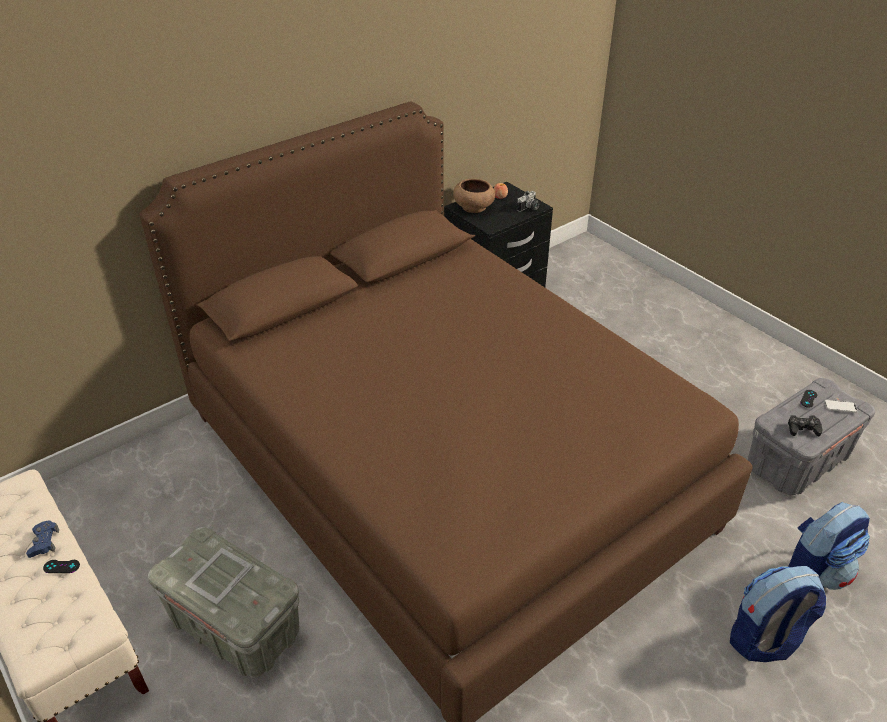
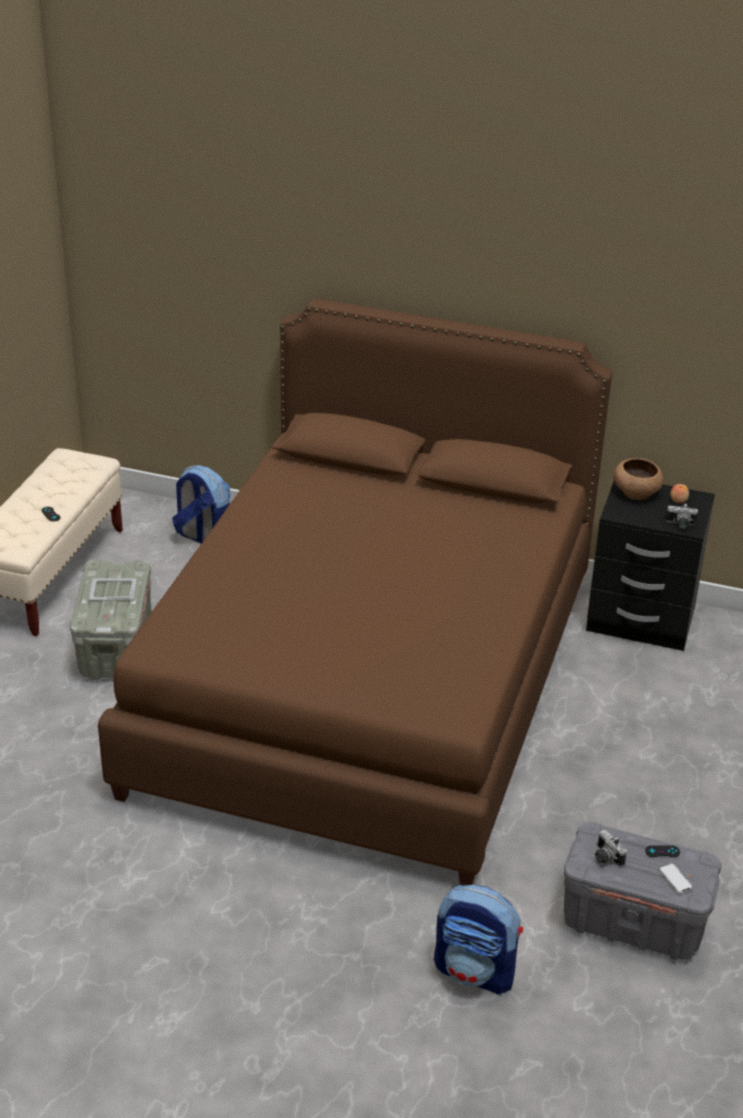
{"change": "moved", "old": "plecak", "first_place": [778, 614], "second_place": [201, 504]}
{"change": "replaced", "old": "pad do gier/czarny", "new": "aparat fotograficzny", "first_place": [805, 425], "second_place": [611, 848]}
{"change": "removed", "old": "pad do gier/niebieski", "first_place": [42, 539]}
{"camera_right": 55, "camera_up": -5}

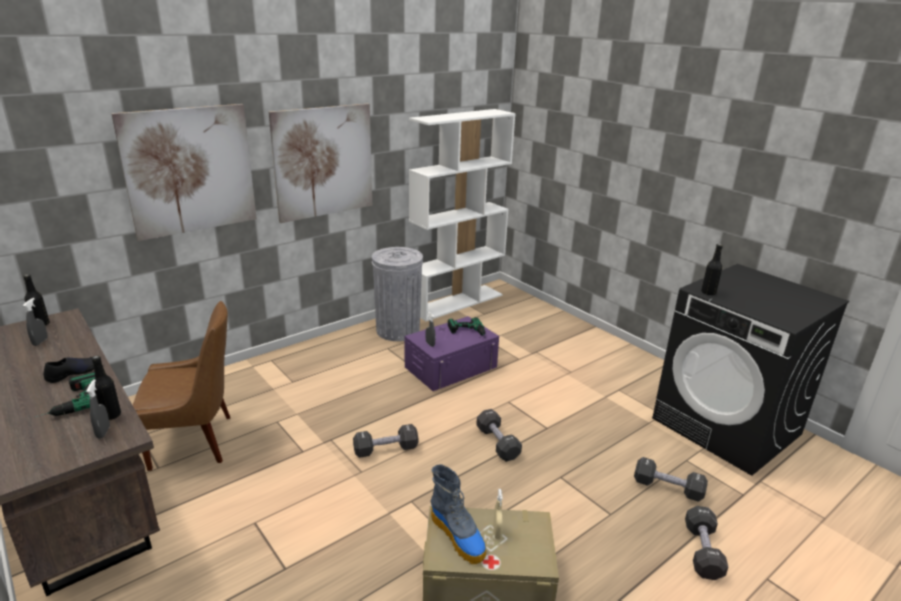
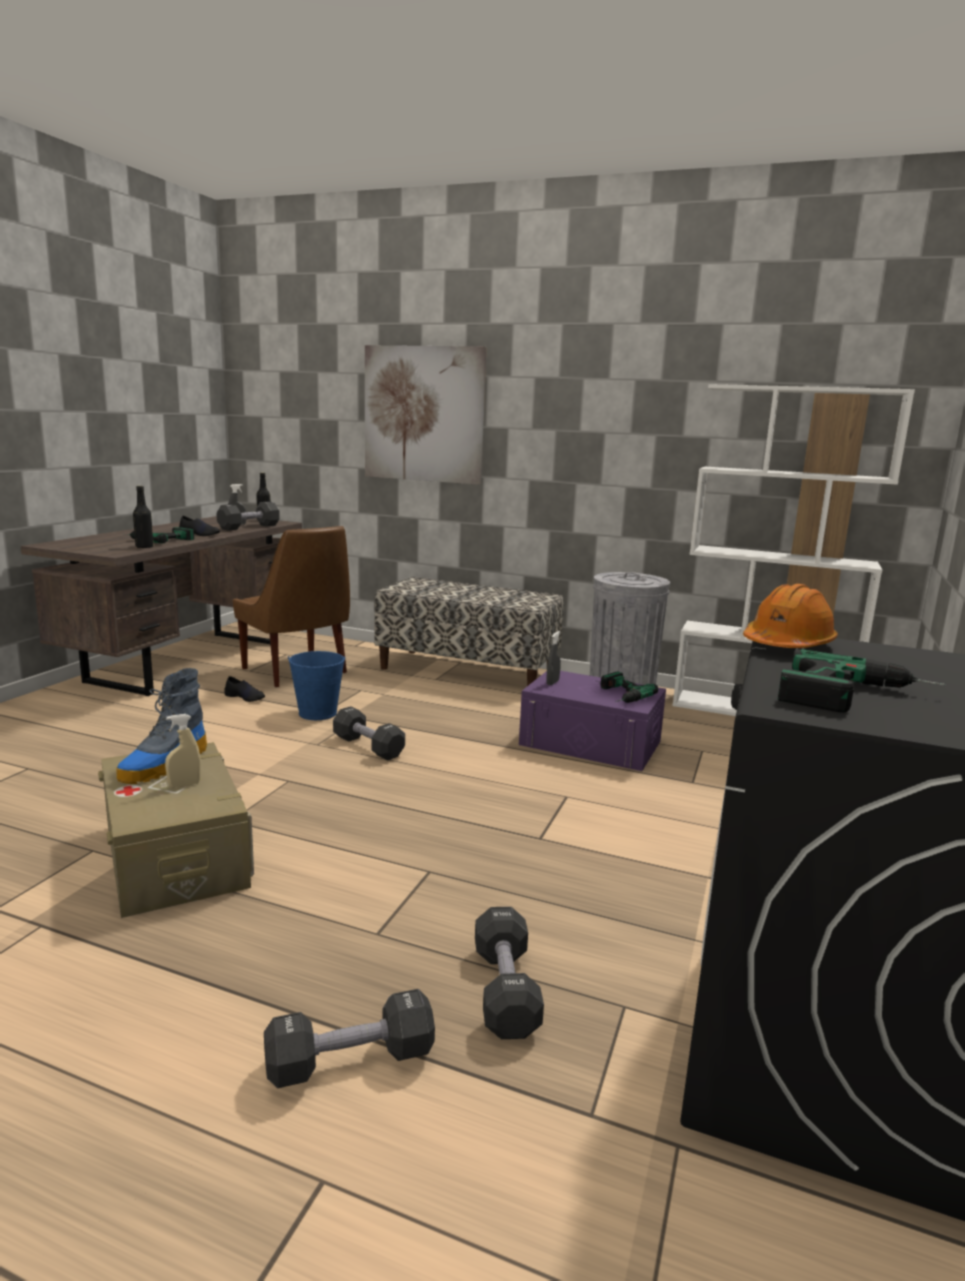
{"change": "moved", "old": "hantel/czarny", "first_place": [499, 435], "second_place": [248, 516]}
{"change": "added", "new": "but/czarny", "second_place": [244, 689]}
{"change": "added", "new": "wiadro/niebieski", "second_place": [317, 685]}
{"change": "added", "new": "ławka", "second_place": [469, 631]}
{"change": "replaced", "old": "butelka/czarny", "new": "kask/pomarańczowy", "first_place": [712, 269], "second_place": [790, 616]}
{"change": "added", "new": "wiertarka", "second_place": [862, 681]}
{"change": "removed", "old": "spryskiwacz/szary", "first_place": [98, 409]}
{"change": "removed", "old": "obraz", "first_place": [320, 163]}
{"camera_right": 60, "camera_up": -10}

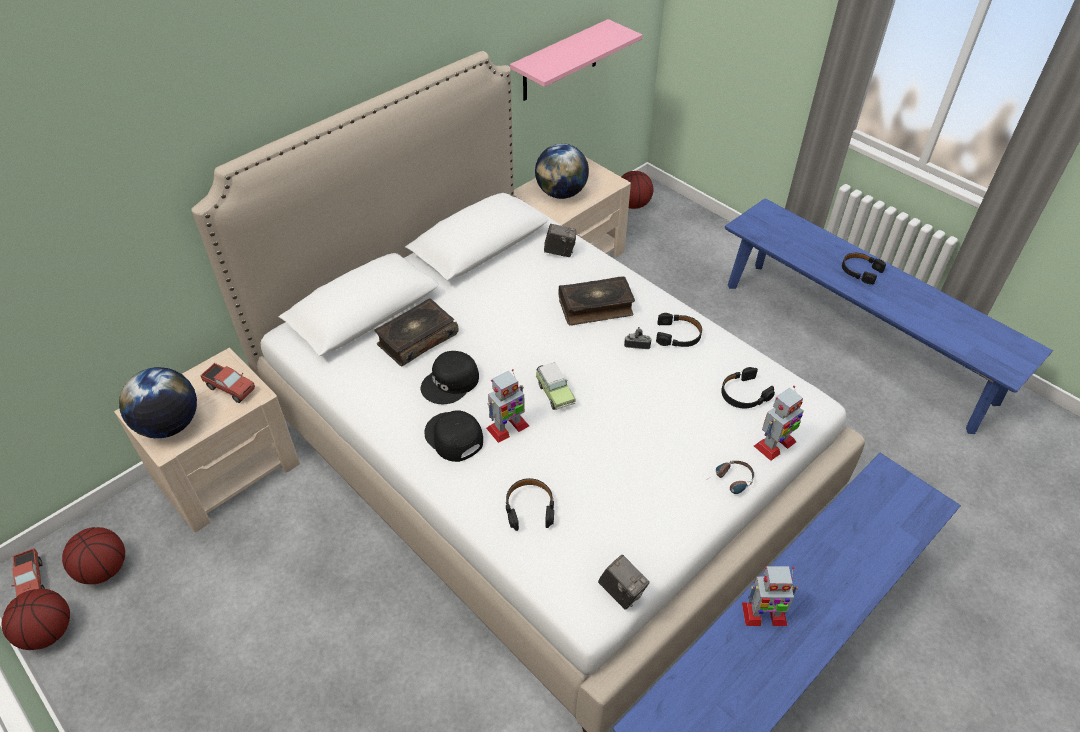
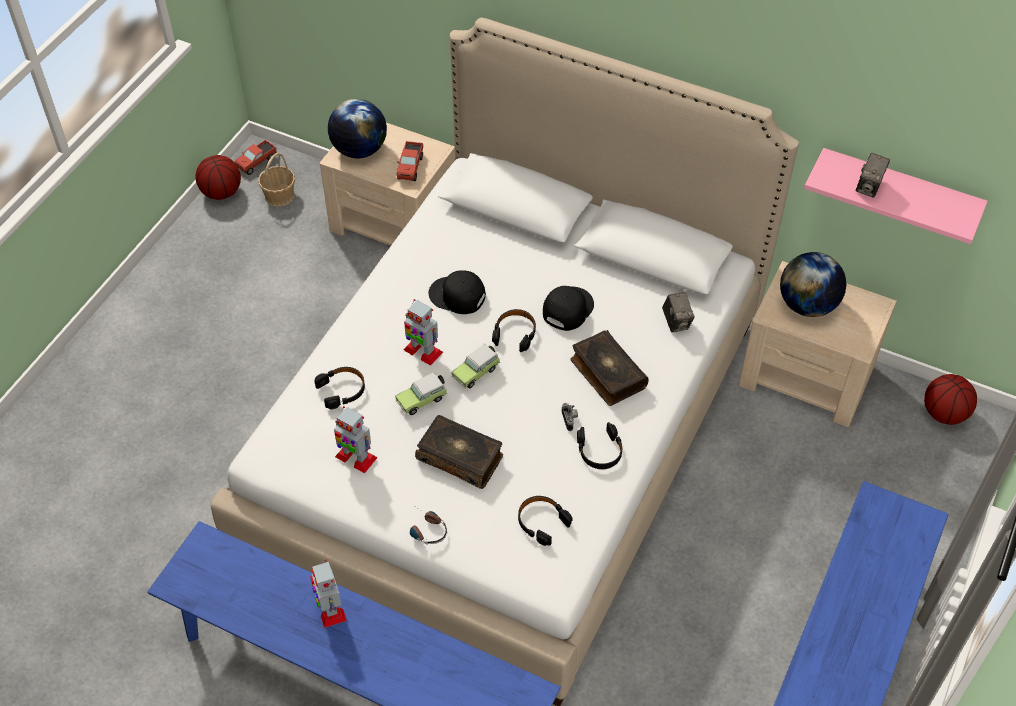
{"change": "replaced", "old": "piłka do koszykówki", "new": "koszyk", "first_place": [93, 555], "second_place": [276, 180]}
{"change": "moved", "old": "robot zabawkowy", "first_place": [779, 423], "second_place": [356, 439]}
{"change": "added", "new": "samochodzik", "second_place": [421, 393]}
{"change": "moved", "old": "książka", "first_place": [416, 332], "second_place": [459, 452]}
{"change": "moved", "old": "słuchawki/czarny", "first_place": [864, 268], "second_place": [514, 330]}
{"change": "moved", "old": "czapka z daszkiem/czarny", "first_place": [453, 436], "second_place": [568, 308]}
{"change": "moved", "old": "aparat fotograficzny", "first_place": [624, 582], "second_place": [873, 175]}
{"camera_right": 70, "camera_up": 5}

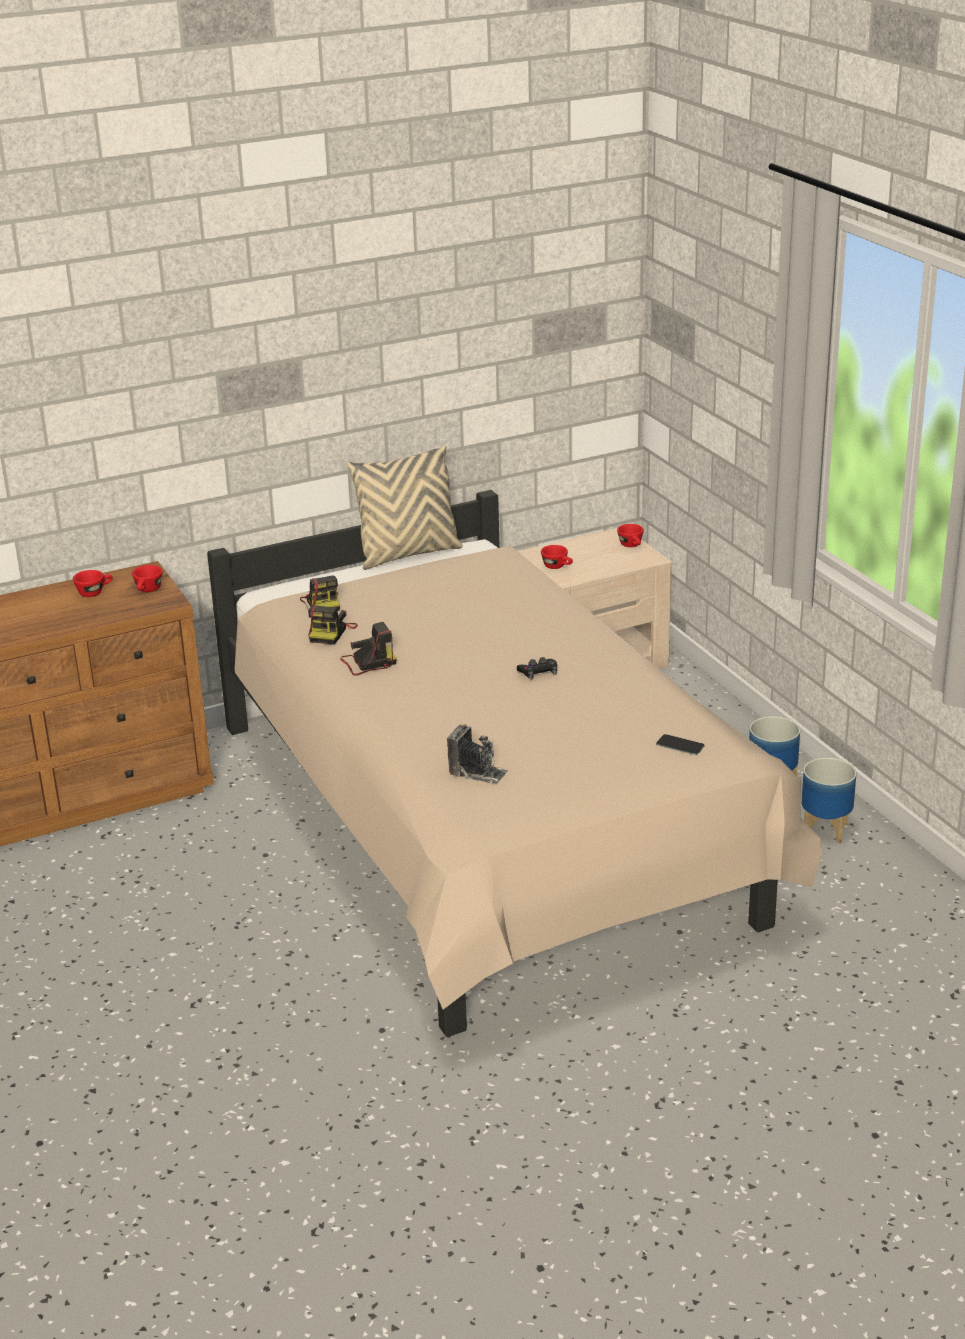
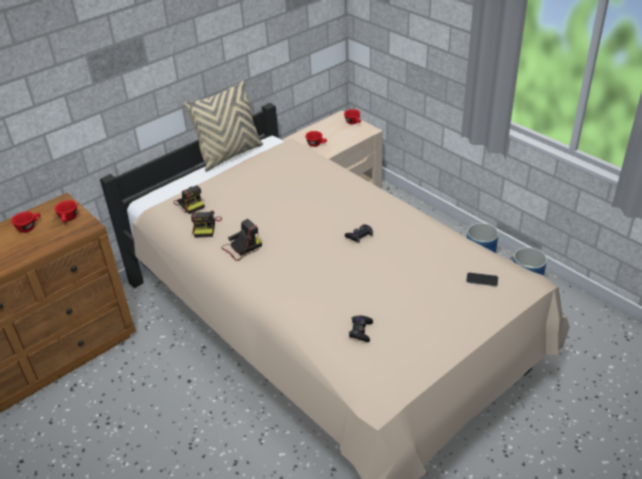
{"change": "replaced", "old": "aparat fotograficzny", "new": "pad do gier/czarny", "first_place": [477, 754], "second_place": [361, 328]}
{"camera_right": -15, "camera_up": 10}

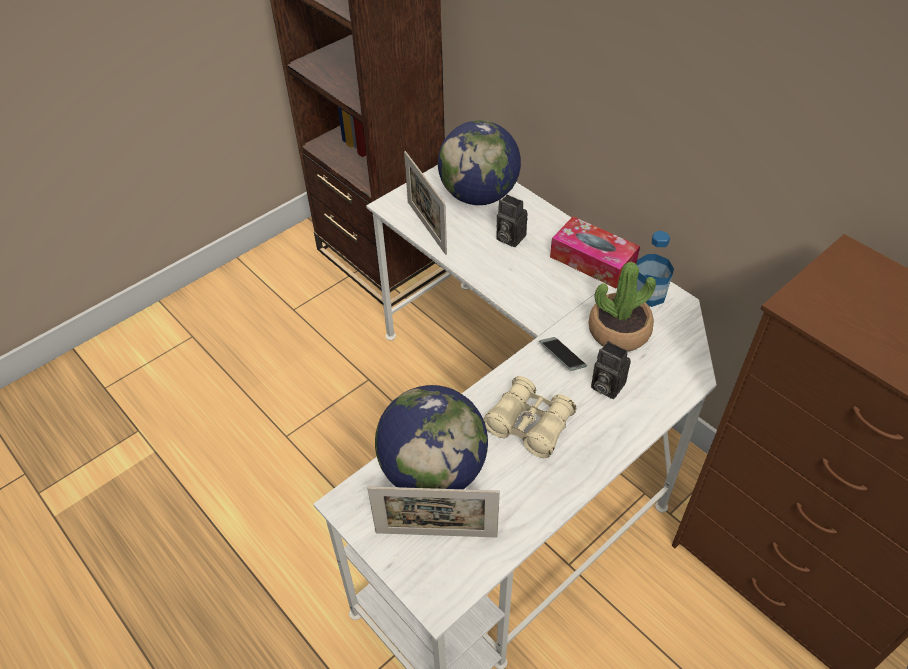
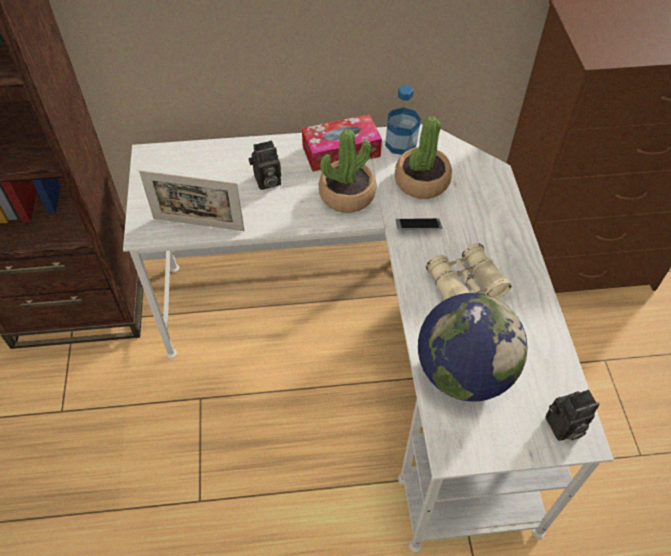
{"change": "added", "new": "roślina doniczkowa", "second_place": [347, 171]}
{"change": "moved", "old": "aparat fotograficzny", "first_place": [611, 370], "second_place": [572, 415]}
{"change": "removed", "old": "ramka na zdjęcie", "first_place": [434, 512]}
{"change": "removed", "old": "globus", "first_place": [479, 162]}
{"camera_right": -55, "camera_up": 5}

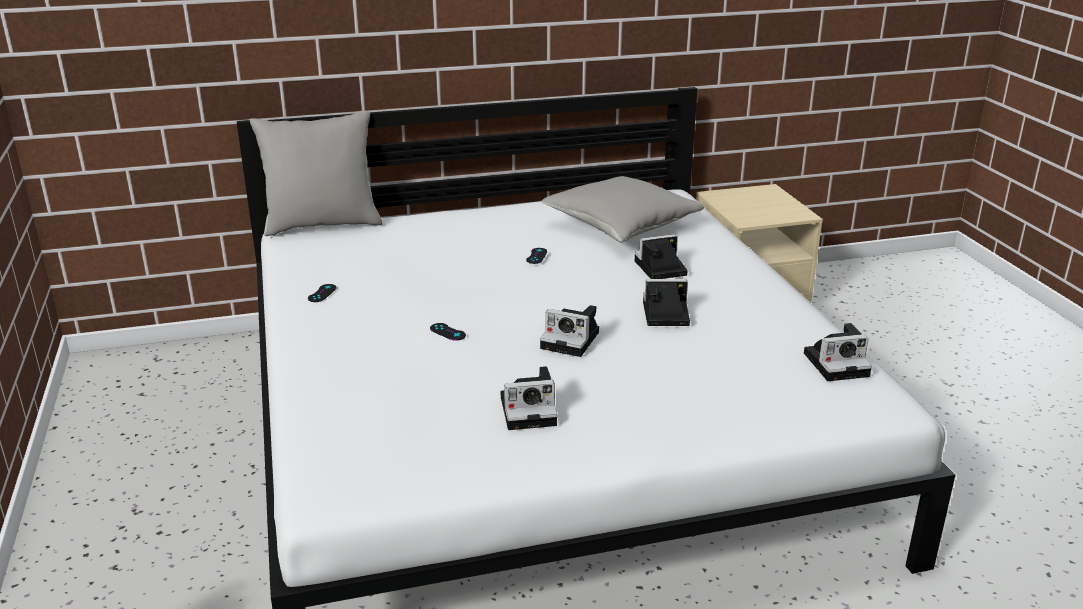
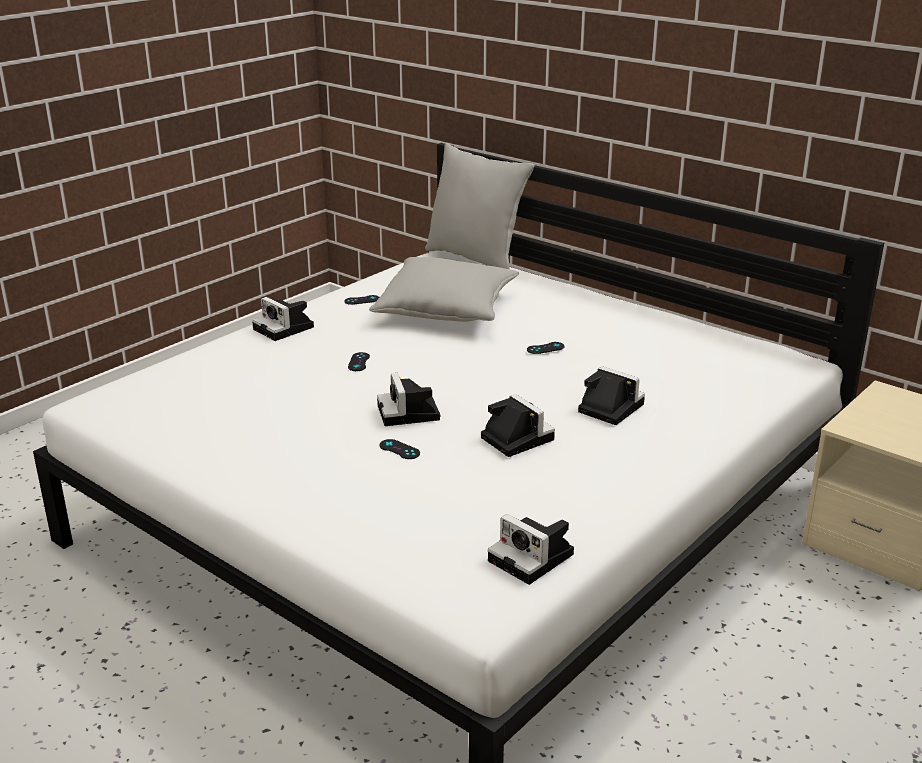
{"change": "moved", "old": "aparat fotograficzny", "first_place": [529, 398], "second_place": [283, 319]}
{"change": "moved", "old": "poduszka/szary", "first_place": [623, 209], "second_place": [444, 289]}
{"change": "added", "new": "pad do gier/czarny", "second_place": [399, 449]}
{"camera_right": 55, "camera_up": 0}

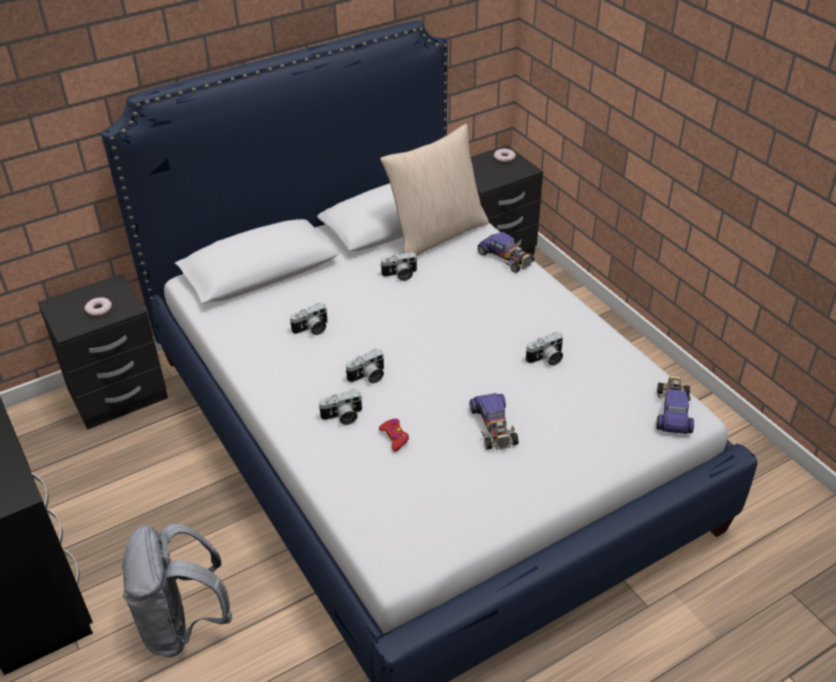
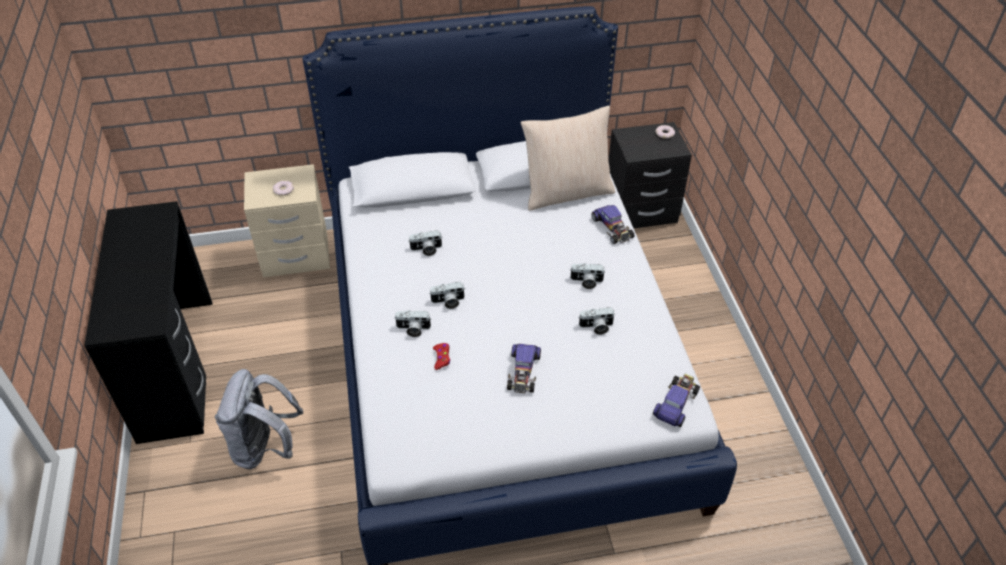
{"change": "recoloured", "old": "szafka nocna/czarny", "new": "szafka nocna/beżowy", "first_place": [103, 351], "second_place": [287, 221]}
{"change": "moved", "old": "aparat fotograficzny", "first_place": [399, 266], "second_place": [587, 276]}
{"camera_right": 20, "camera_up": 5}

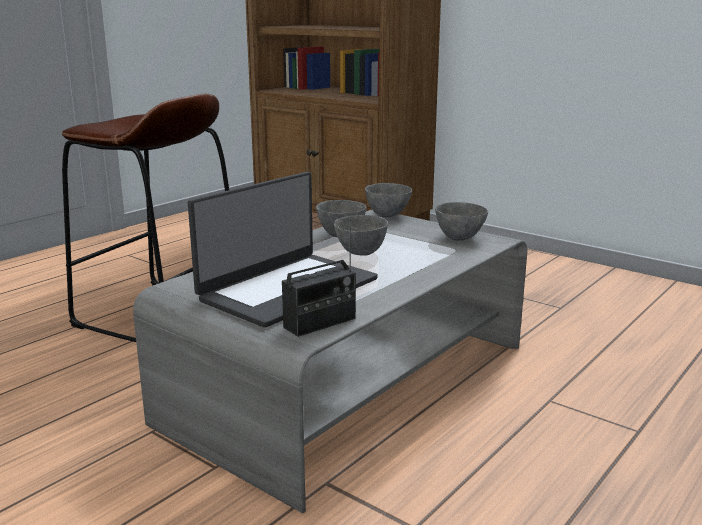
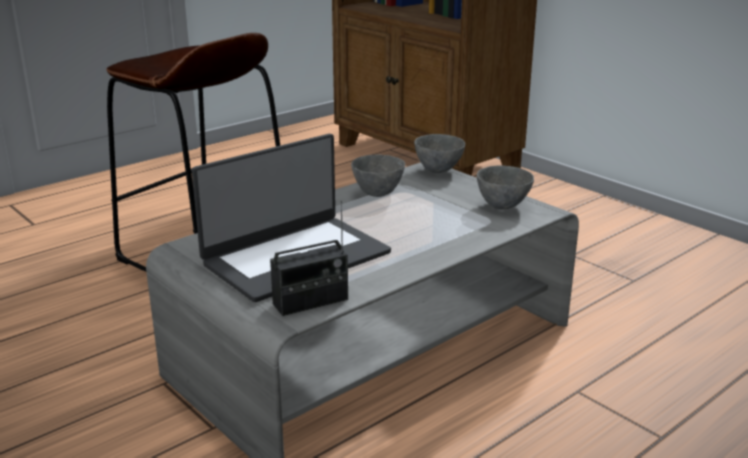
{"change": "removed", "old": "miska/szary", "first_place": [361, 235]}
{"camera_right": 10, "camera_up": 5}

